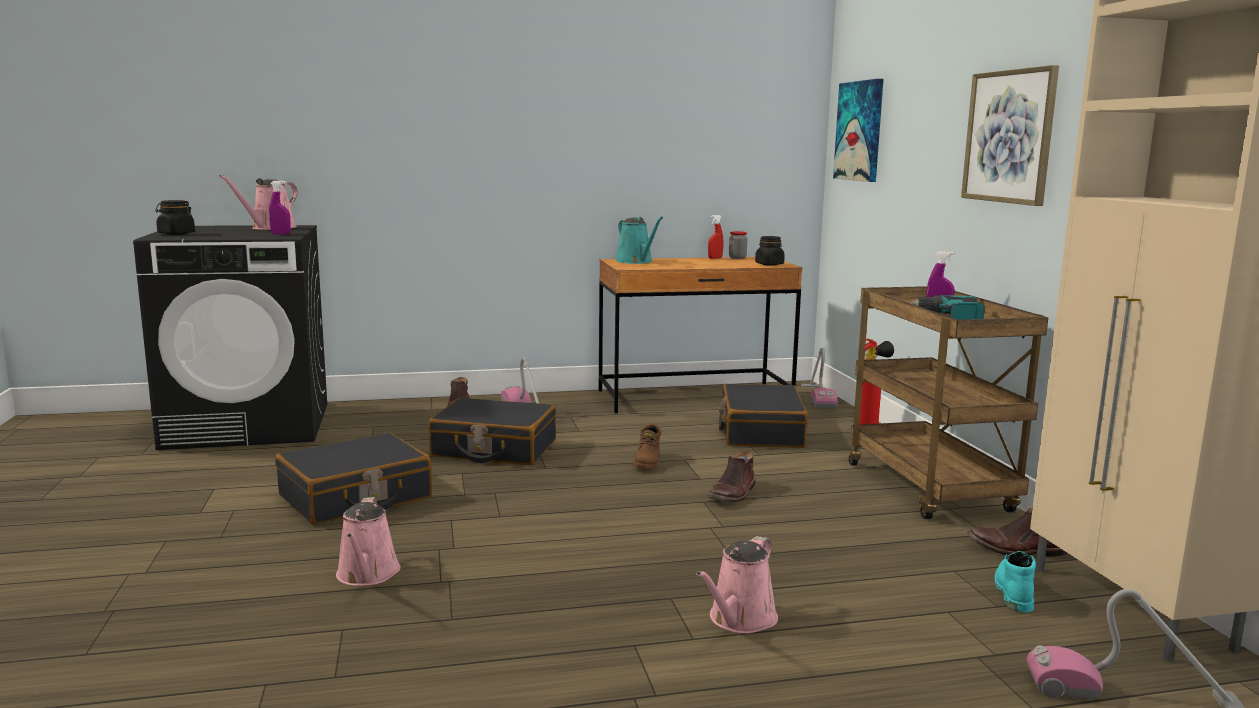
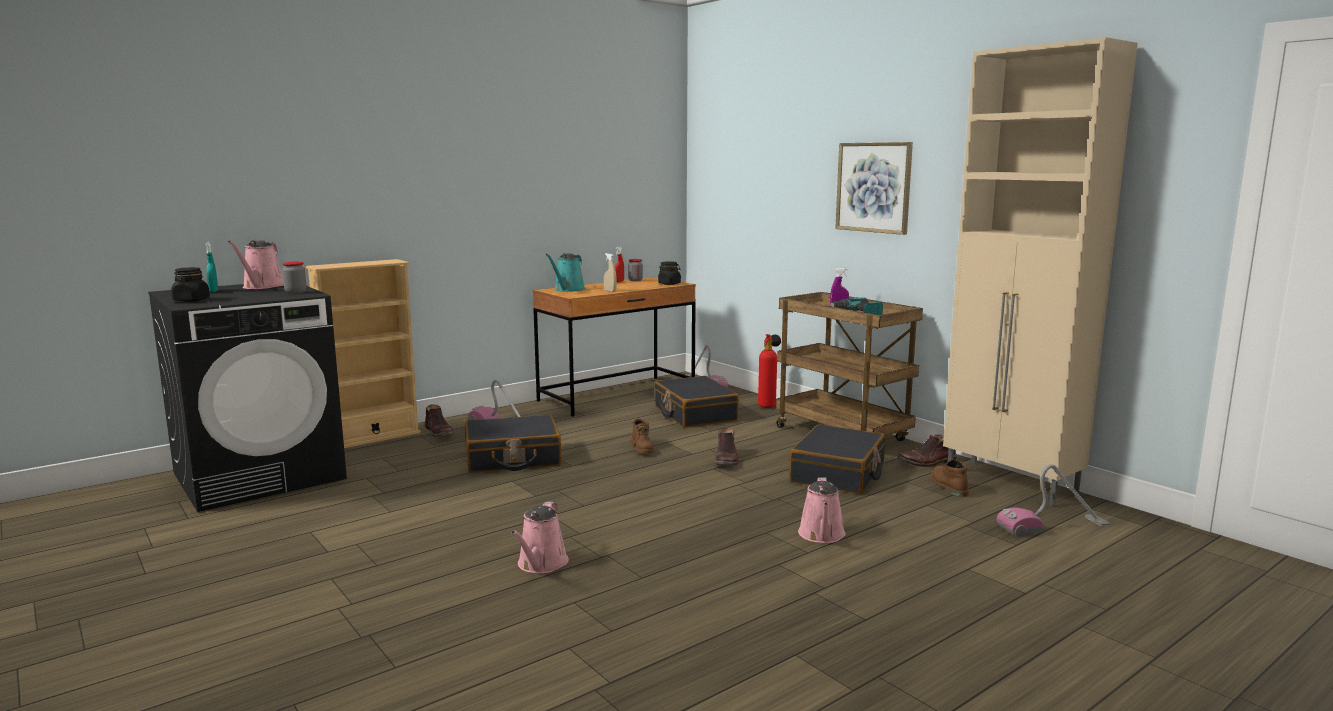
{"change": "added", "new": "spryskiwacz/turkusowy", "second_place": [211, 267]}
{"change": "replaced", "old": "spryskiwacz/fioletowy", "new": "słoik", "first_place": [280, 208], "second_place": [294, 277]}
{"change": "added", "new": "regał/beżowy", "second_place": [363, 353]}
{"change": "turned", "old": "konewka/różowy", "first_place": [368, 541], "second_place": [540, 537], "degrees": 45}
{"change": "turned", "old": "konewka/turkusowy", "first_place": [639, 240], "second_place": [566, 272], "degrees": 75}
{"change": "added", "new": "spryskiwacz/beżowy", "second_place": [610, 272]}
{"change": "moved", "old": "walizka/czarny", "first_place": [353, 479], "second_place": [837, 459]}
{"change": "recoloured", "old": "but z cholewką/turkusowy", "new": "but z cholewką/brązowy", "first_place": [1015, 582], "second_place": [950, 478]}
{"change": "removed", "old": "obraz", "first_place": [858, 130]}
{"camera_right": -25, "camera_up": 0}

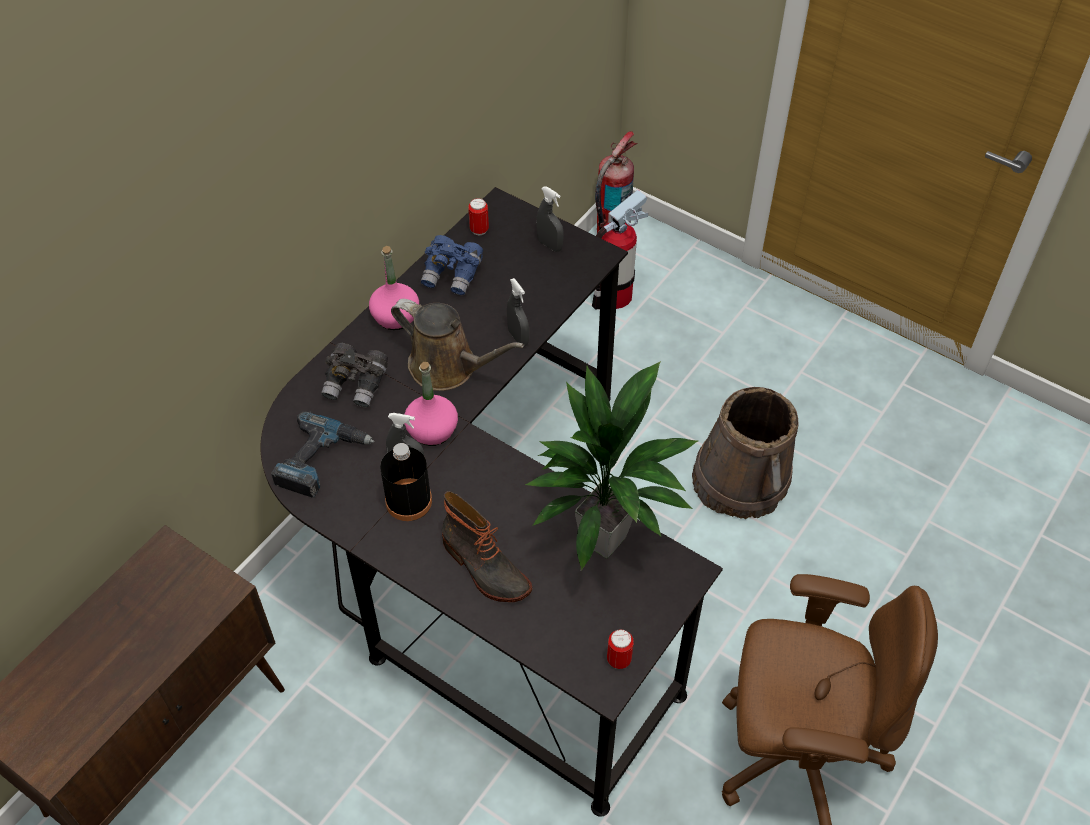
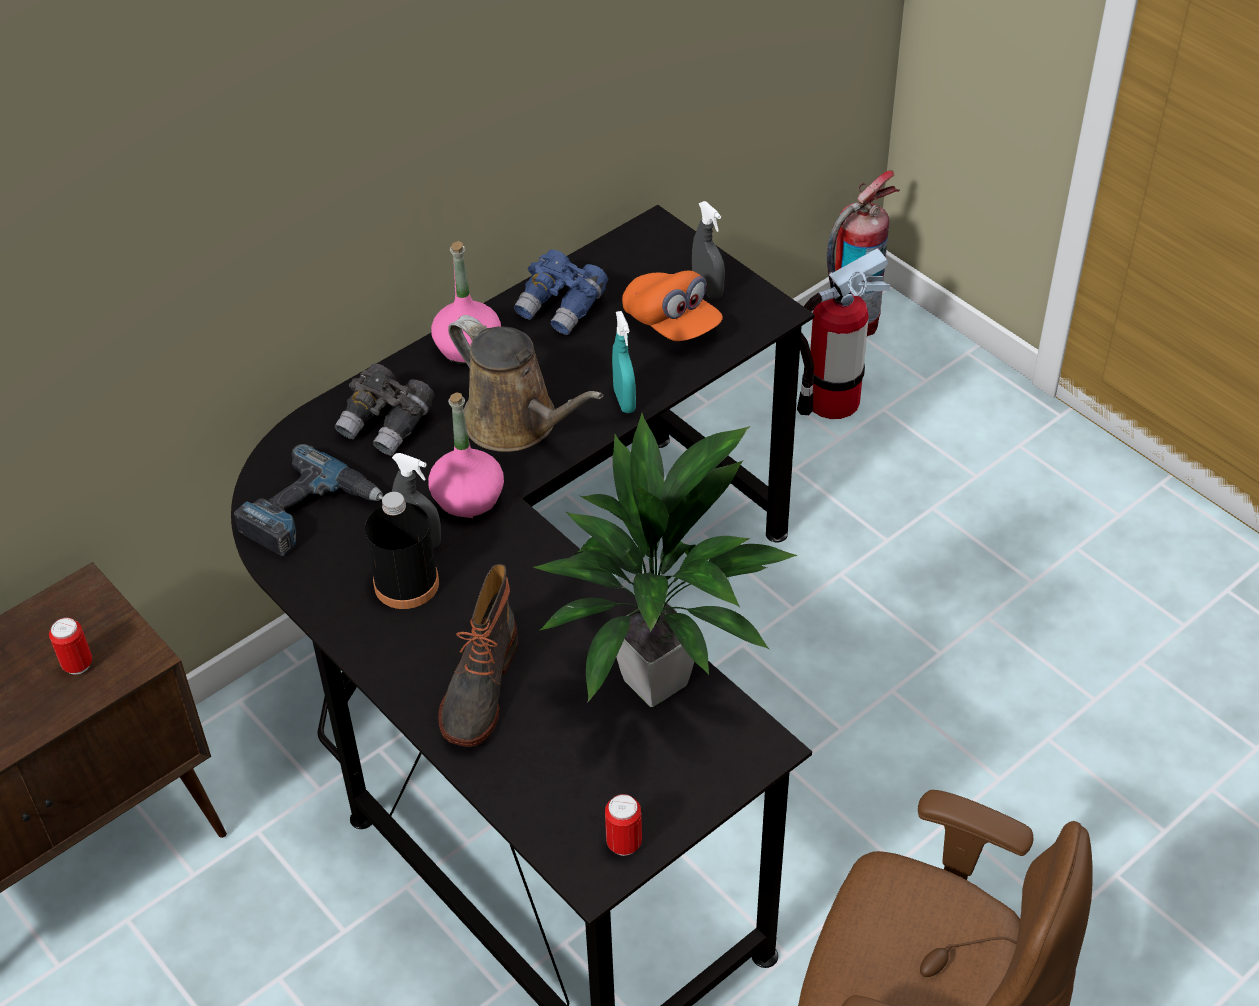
{"change": "moved", "old": "puszka", "first_place": [478, 216], "second_place": [70, 646]}
{"change": "turned", "old": "but z cholewką", "first_place": [487, 546], "second_place": [478, 655], "degrees": 45}
{"change": "recoloured", "old": "spryskiwacz/szary", "new": "spryskiwacz/turkusowy", "first_place": [518, 312], "second_place": [624, 362]}
{"change": "added", "new": "czapka z daszkiem/pomarańczowy", "second_place": [672, 306]}
{"change": "removed", "old": "wiadro/brązowy", "first_place": [745, 453]}
{"camera_right": 15, "camera_up": -5}

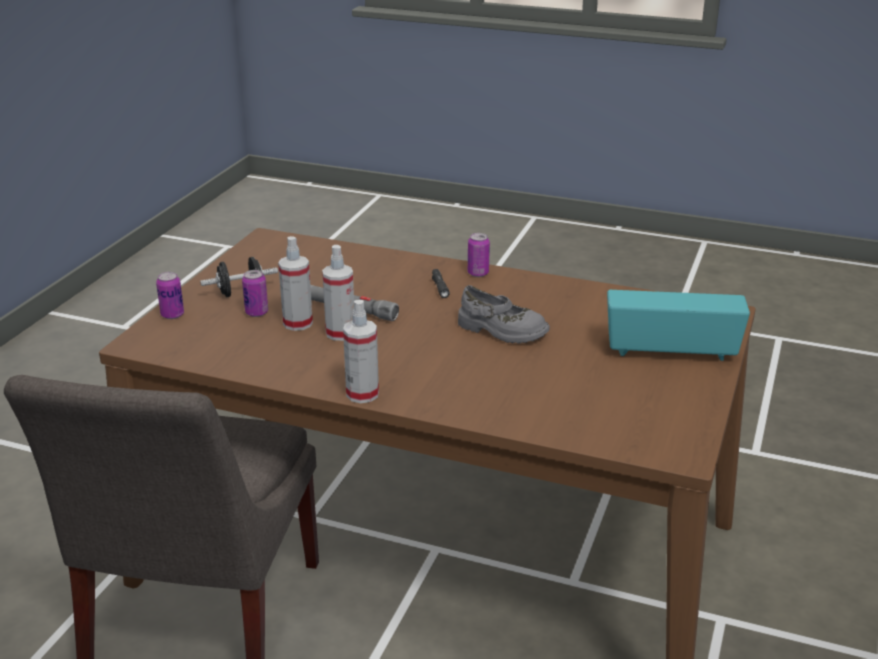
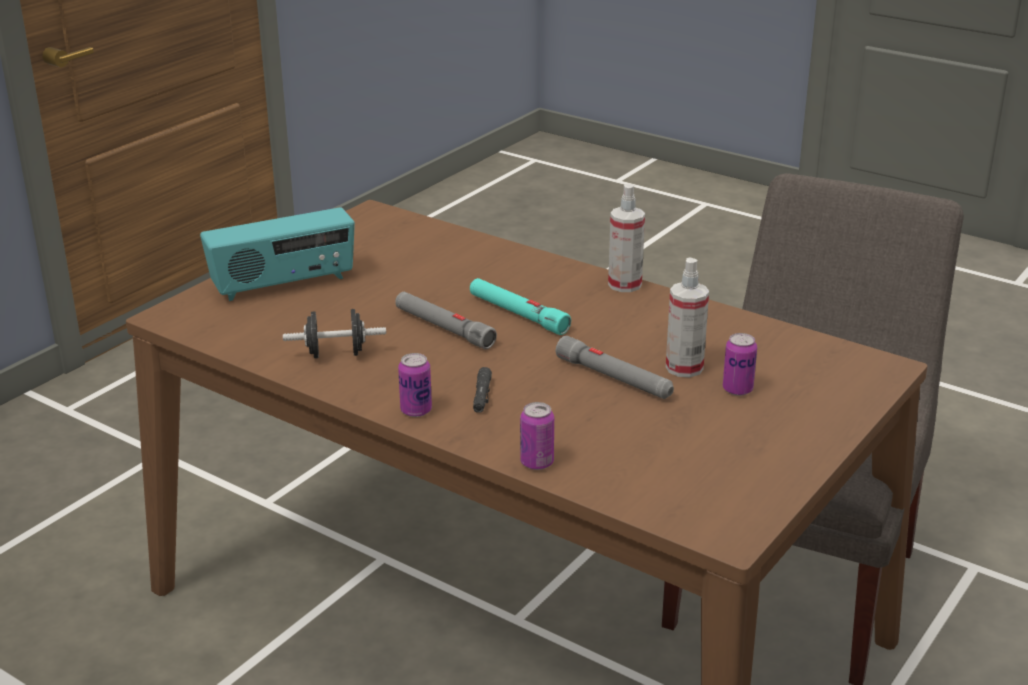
{"change": "turned", "old": "radio", "first_place": [678, 325], "second_place": [277, 254], "degrees": -45}
{"change": "moved", "old": "hantel/czarny", "first_place": [239, 277], "second_place": [334, 334]}
{"change": "replaced", "old": "but/szary", "new": "latarka/szary", "first_place": [504, 314], "second_place": [446, 320]}
{"change": "added", "new": "latarka/turkusowy", "second_place": [520, 306]}
{"change": "moved", "old": "puszka", "first_place": [170, 295], "second_place": [537, 436]}
{"change": "removed", "old": "spryskiwacz", "first_place": [338, 293]}
{"camera_right": -165, "camera_up": 0}

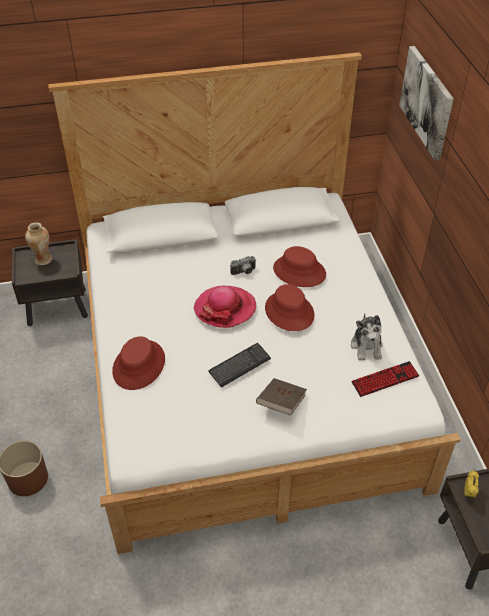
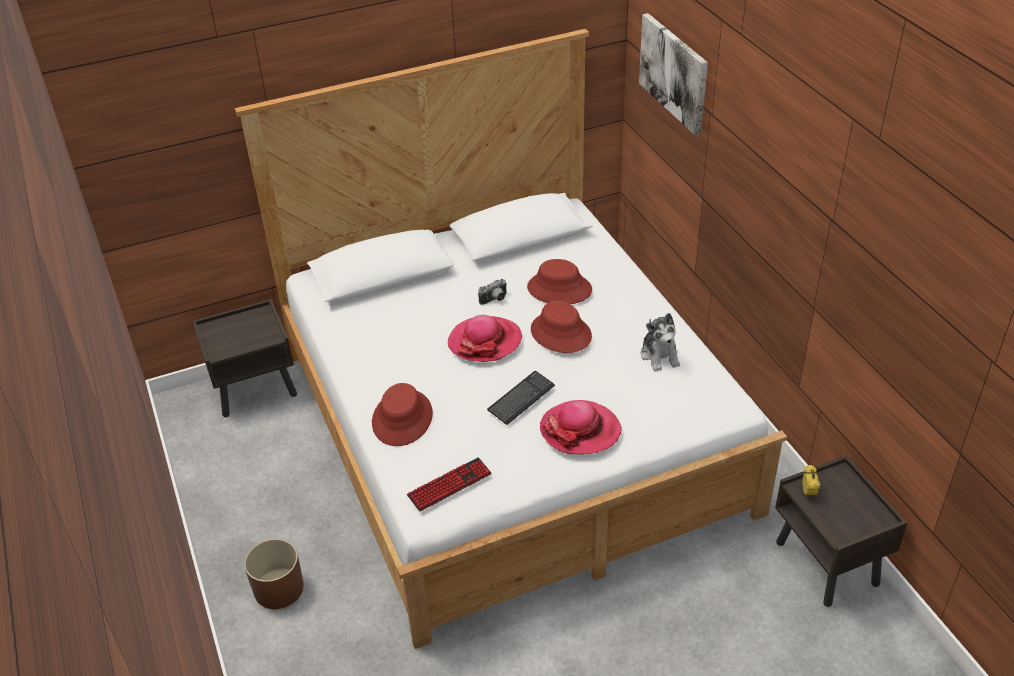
{"change": "moved", "old": "klawiatura", "first_place": [385, 379], "second_place": [449, 484]}
{"change": "replaced", "old": "książka/brązowy", "new": "kapelusz", "first_place": [281, 397], "second_place": [581, 427]}
{"change": "removed", "old": "wazon", "first_place": [38, 243]}
{"camera_right": -10, "camera_up": -5}

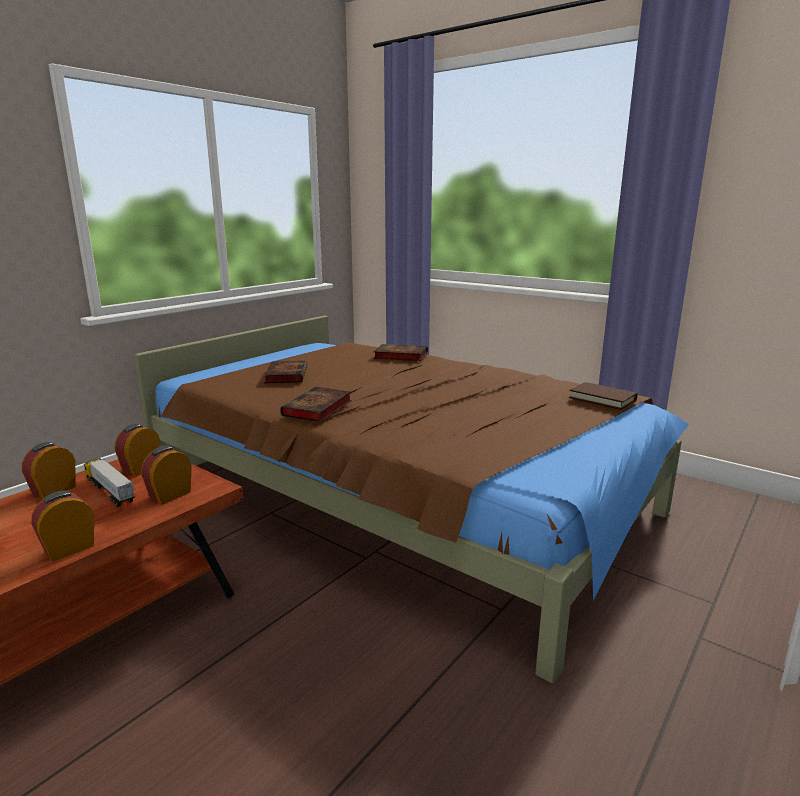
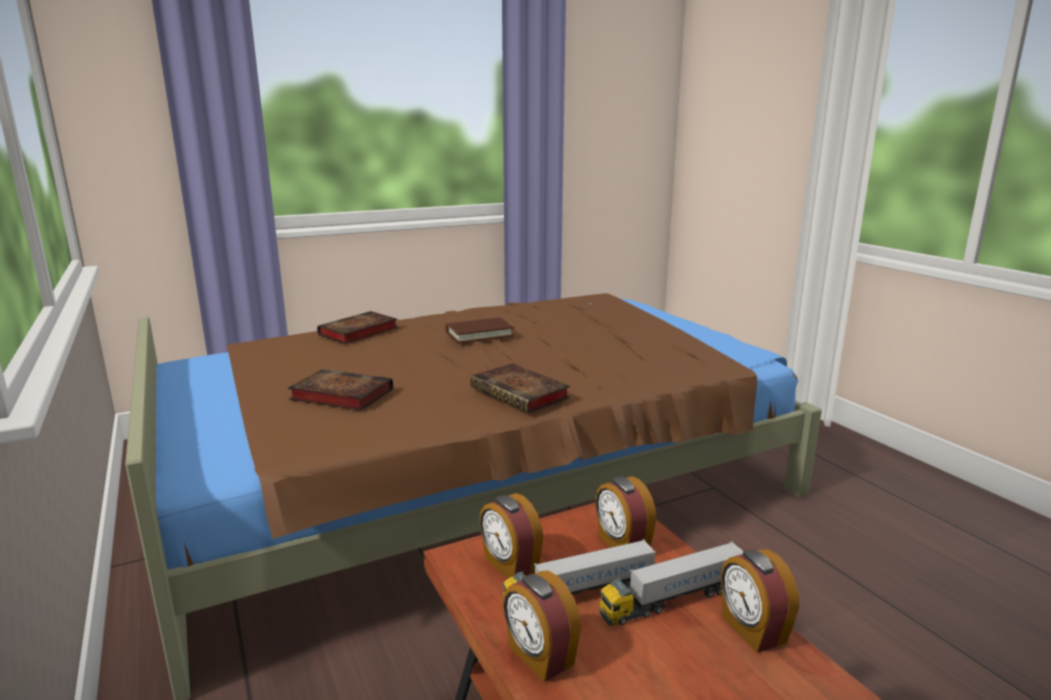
{"change": "moved", "old": "książka/brązowy", "first_place": [603, 396], "second_place": [479, 330]}
{"change": "added", "new": "ciężarówka zabawkowa", "second_place": [671, 583]}
{"camera_right": -65, "camera_up": 0}

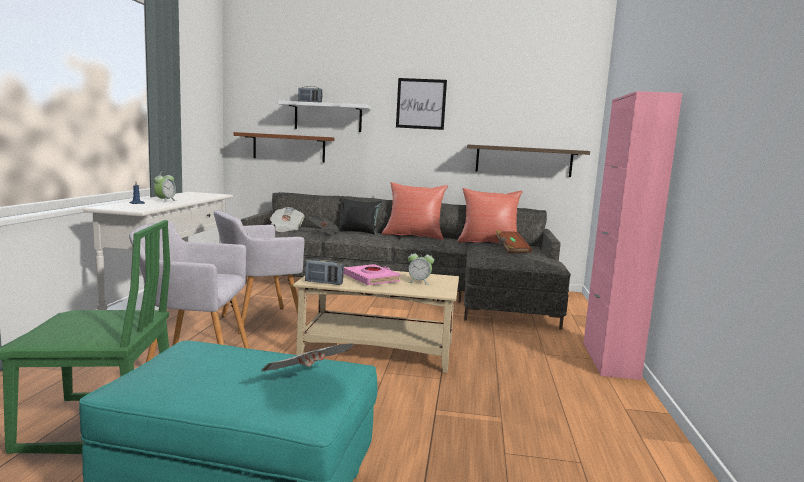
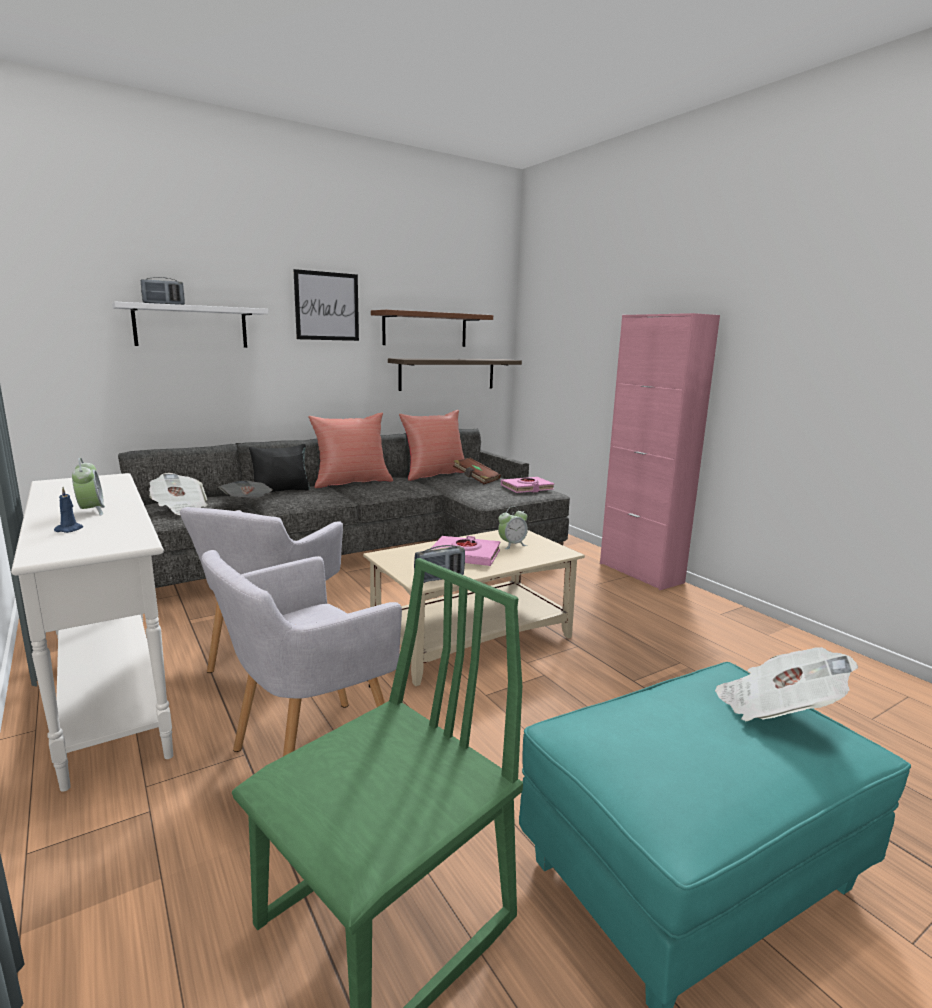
{"change": "moved", "old": "półka/brązowy", "first_place": [284, 147], "second_place": [432, 328]}
{"change": "added", "new": "książka/różowy", "second_place": [528, 485]}
{"camera_right": -40, "camera_up": 5}

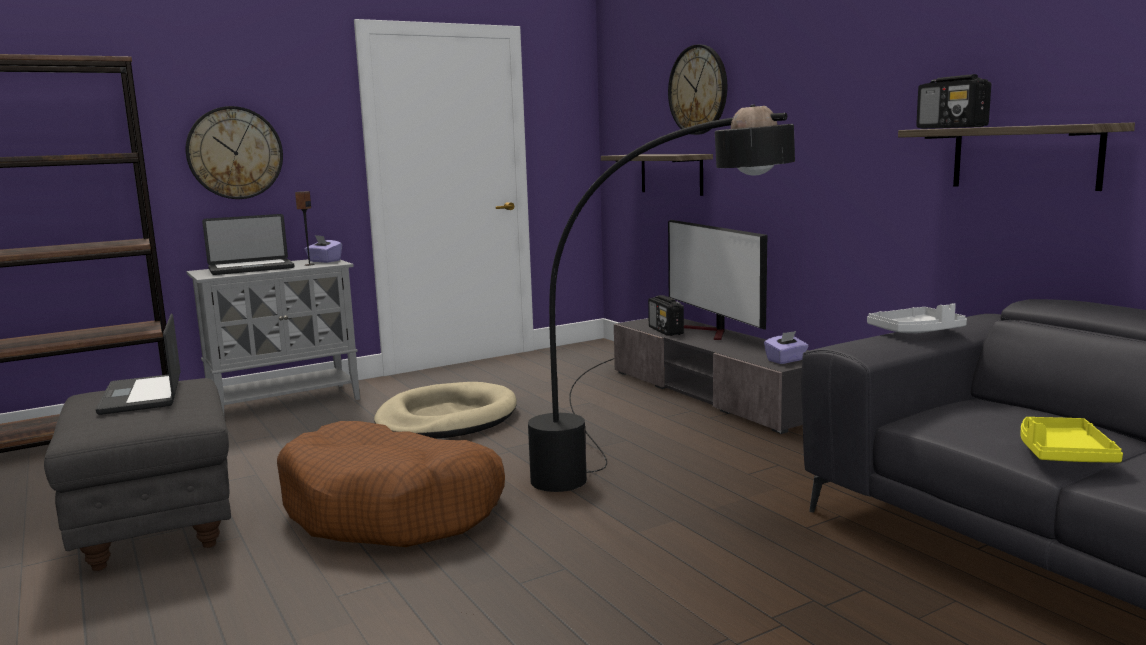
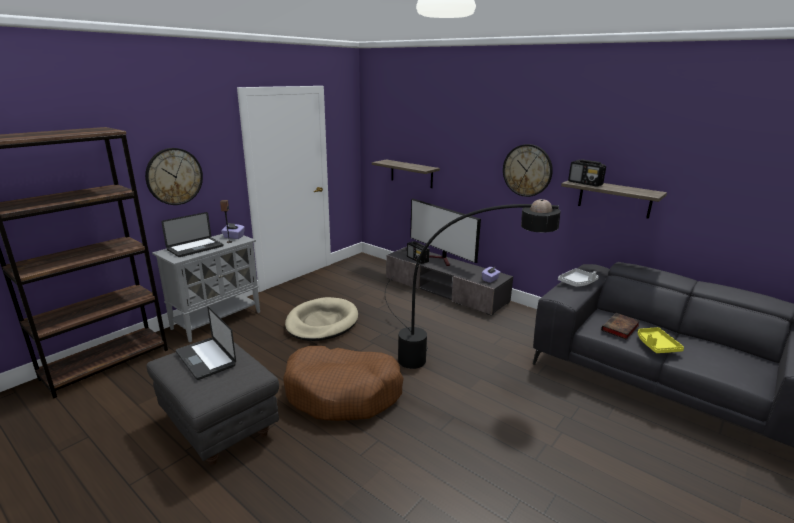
{"change": "moved", "old": "zegar ścienny", "first_place": [697, 90], "second_place": [528, 170]}
{"change": "added", "new": "książka", "second_place": [620, 326]}
{"camera_right": -20, "camera_up": 10}

